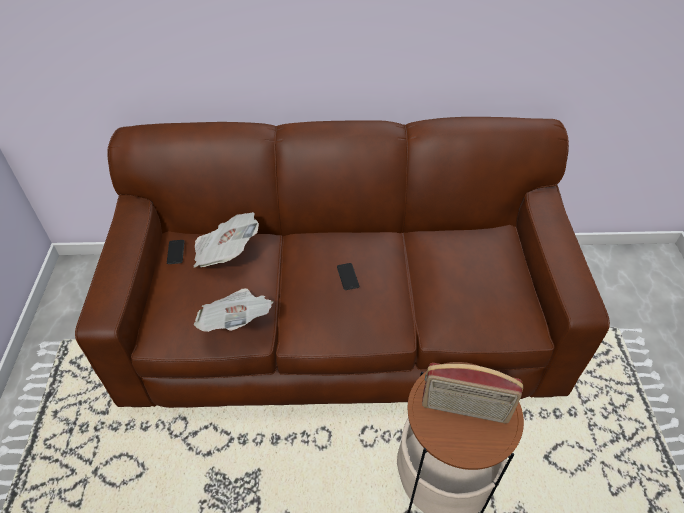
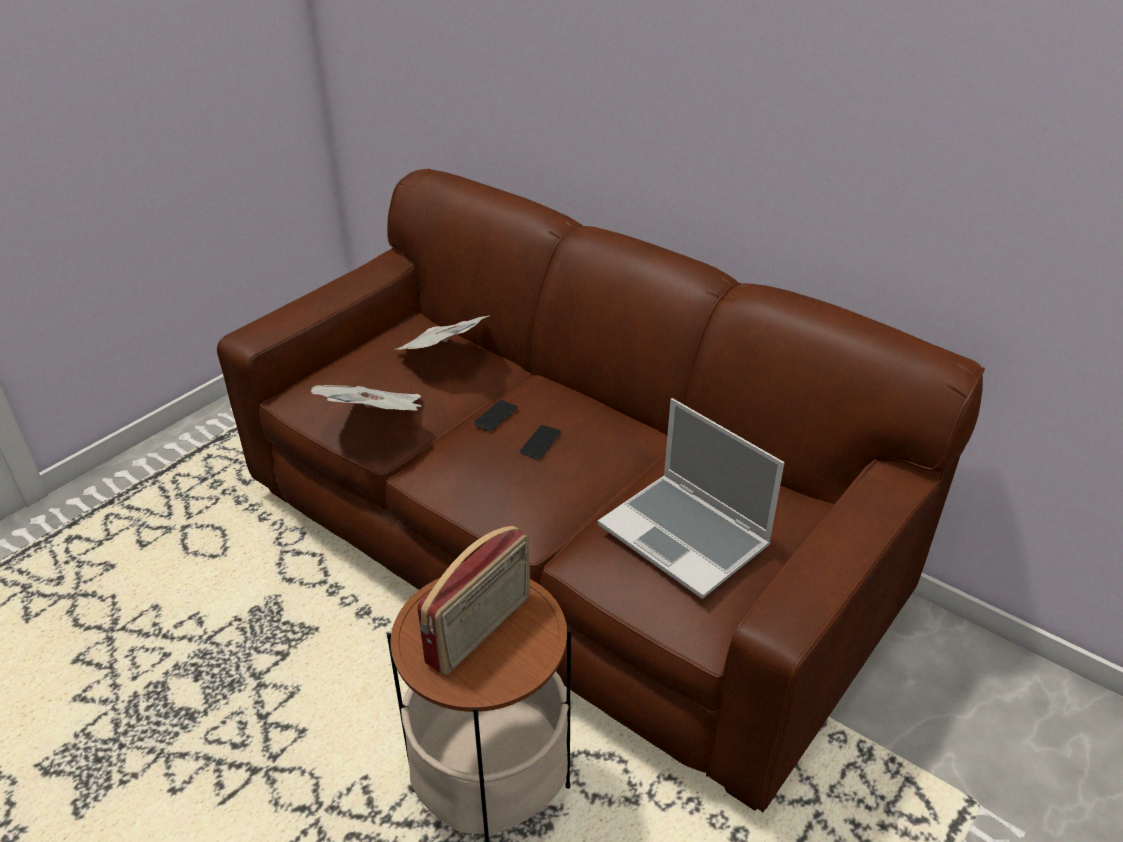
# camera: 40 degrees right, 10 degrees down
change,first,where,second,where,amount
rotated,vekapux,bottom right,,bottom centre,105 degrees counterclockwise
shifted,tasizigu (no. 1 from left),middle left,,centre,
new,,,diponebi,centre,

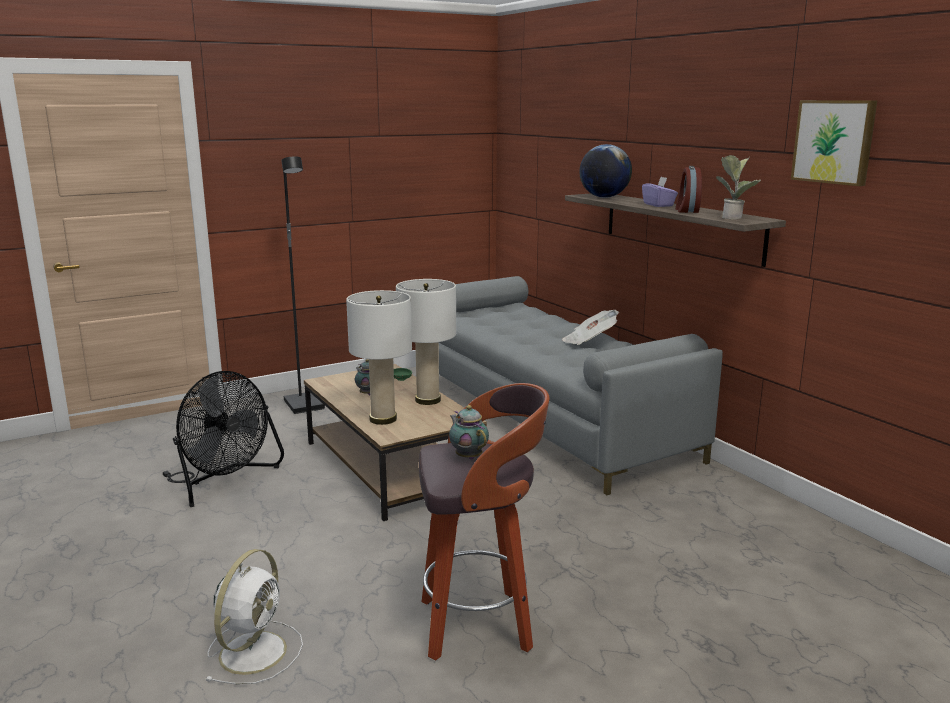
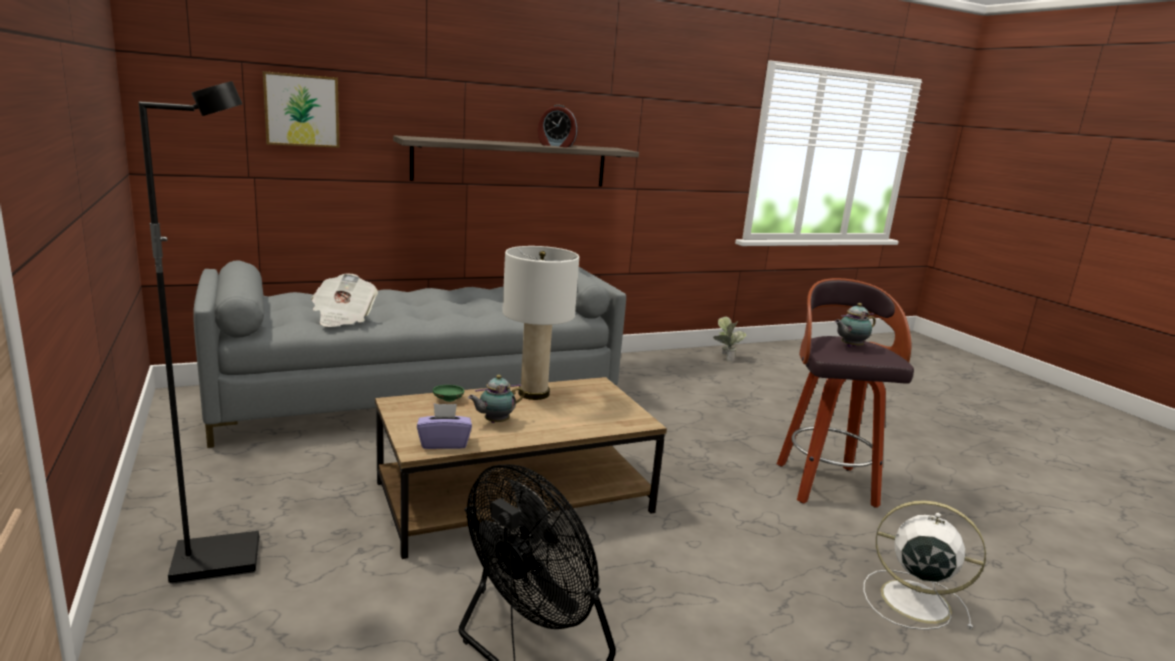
# camera: 85 degrees left, 0 degrees up
change,first,where,second,where,amount
shifted,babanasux,top right,,top left,
shifted,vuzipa,centre,,middle left,
shifted,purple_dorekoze,top right,,centre,
shifted,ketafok,top right,,centre,
gone,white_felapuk (no. 1 from left),centre,,,
gone,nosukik,top centre,,,

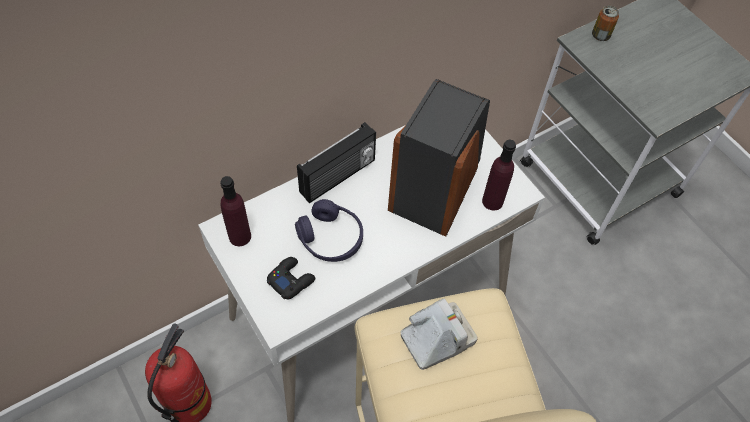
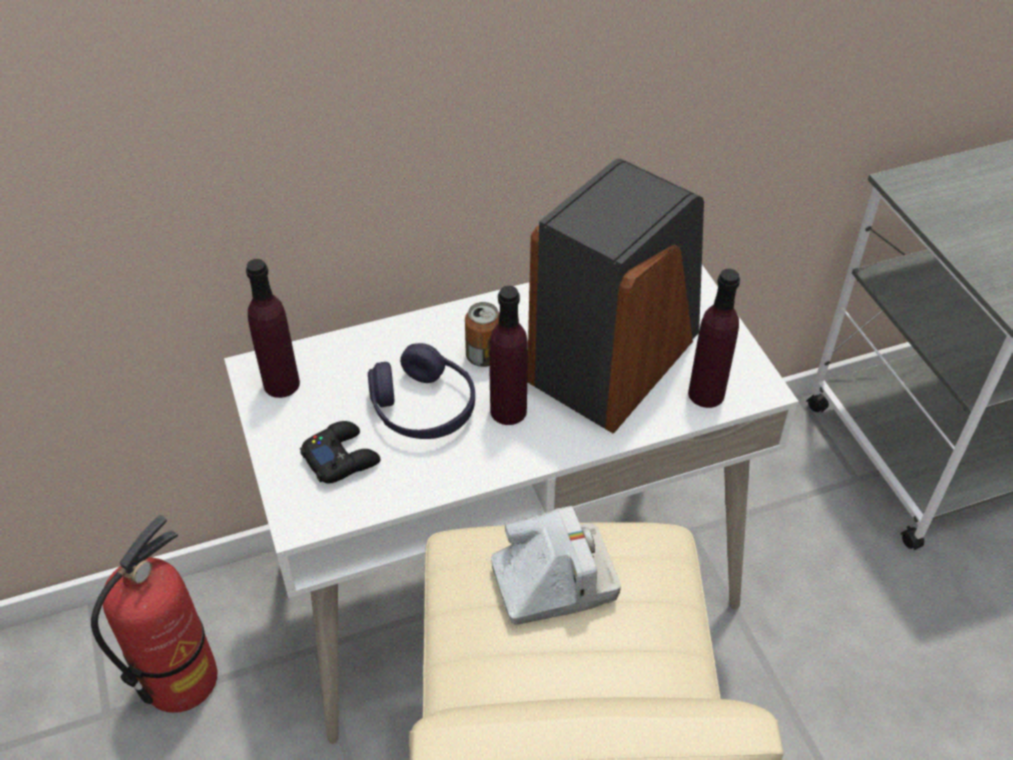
# camera: 15 degrees right, 10 degrees down
change,first,where,second,where,amount
shifted,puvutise,top right,,centre,
new,,,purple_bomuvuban (no. 2 from left),centre,
gone,vekapux,centre,,,

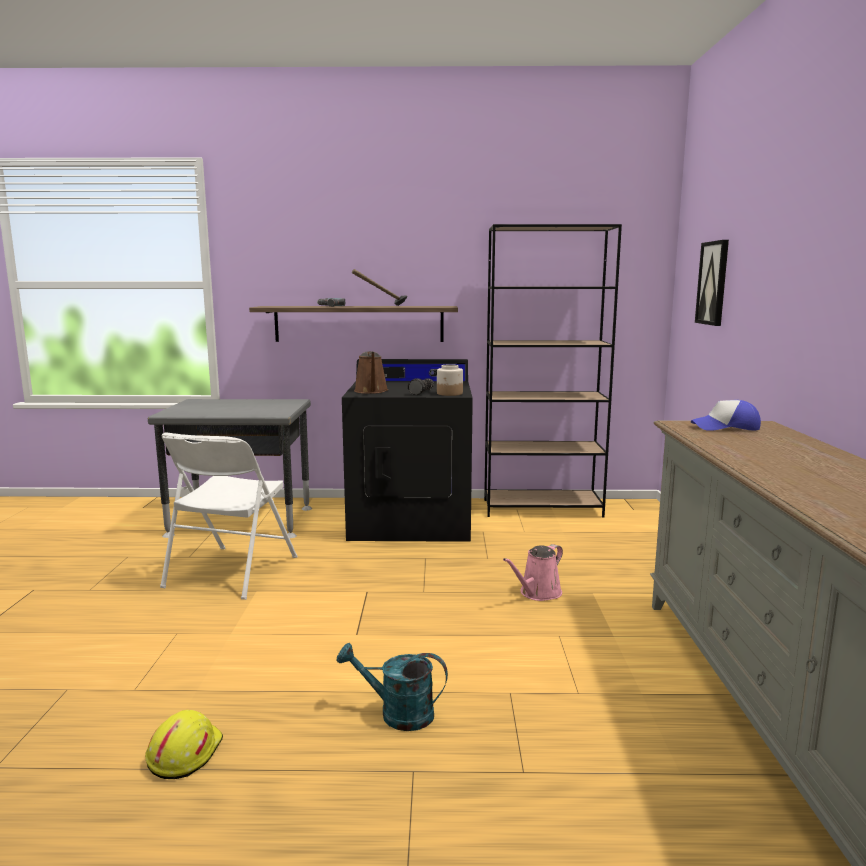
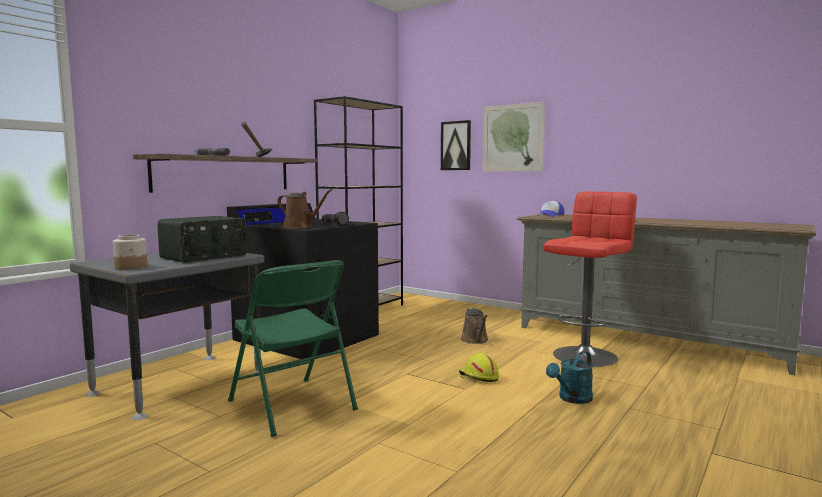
# camera: 55 degrees left, 5 degrees down
change,first,where,second,where,amount
shifted,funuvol,centre,,middle left,
new,,,vekapux,middle left,
repainted,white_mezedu,middle left,green_mezedu,bottom centre,
shifted,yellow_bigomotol,bottom left,,bottom centre,
repainted,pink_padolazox,centre,brown_padolazox (no. 2 from left),centre,
new,,,babanasux (no. 2 from left),top centre,
new,,,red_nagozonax,middle right,

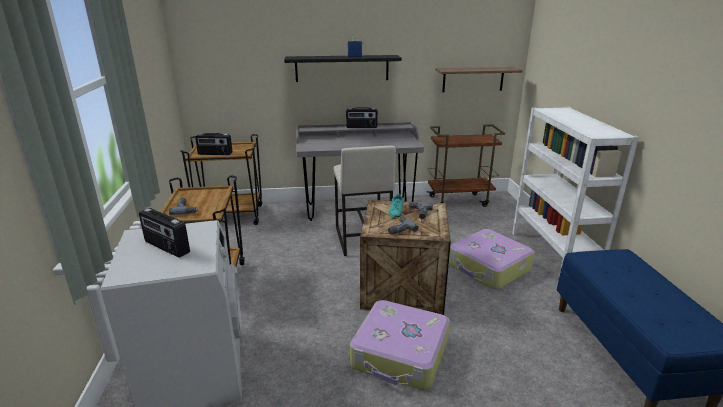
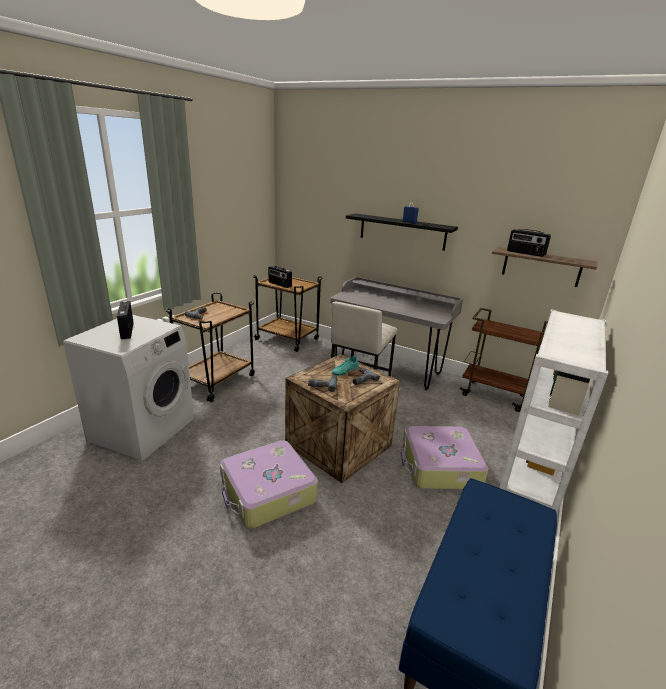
# camera: 35 degrees right, 0 degrees up
change,first,where,second,where,amount
shifted,vekapux (no. 3 from left),top centre,,middle right,

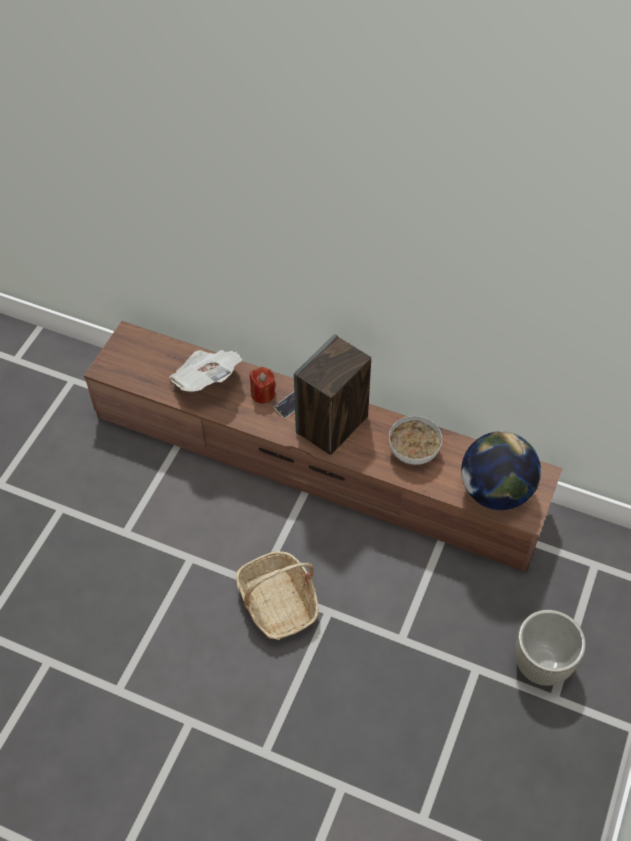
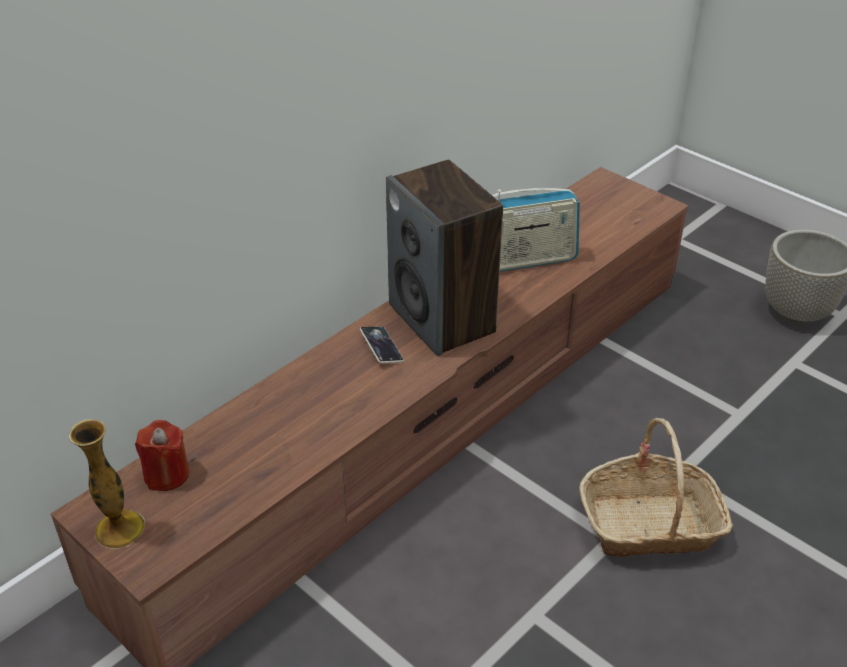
# camera: 70 degrees left, 15 degrees down
change,first,where,second,where,amount
new,,,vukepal,bottom left,
shifted,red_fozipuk,centre,,bottom left,
swapped,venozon,centre,vekapux,centre,
gone,vuzipa,middle left,,,
gone,nosukik,middle right,,,

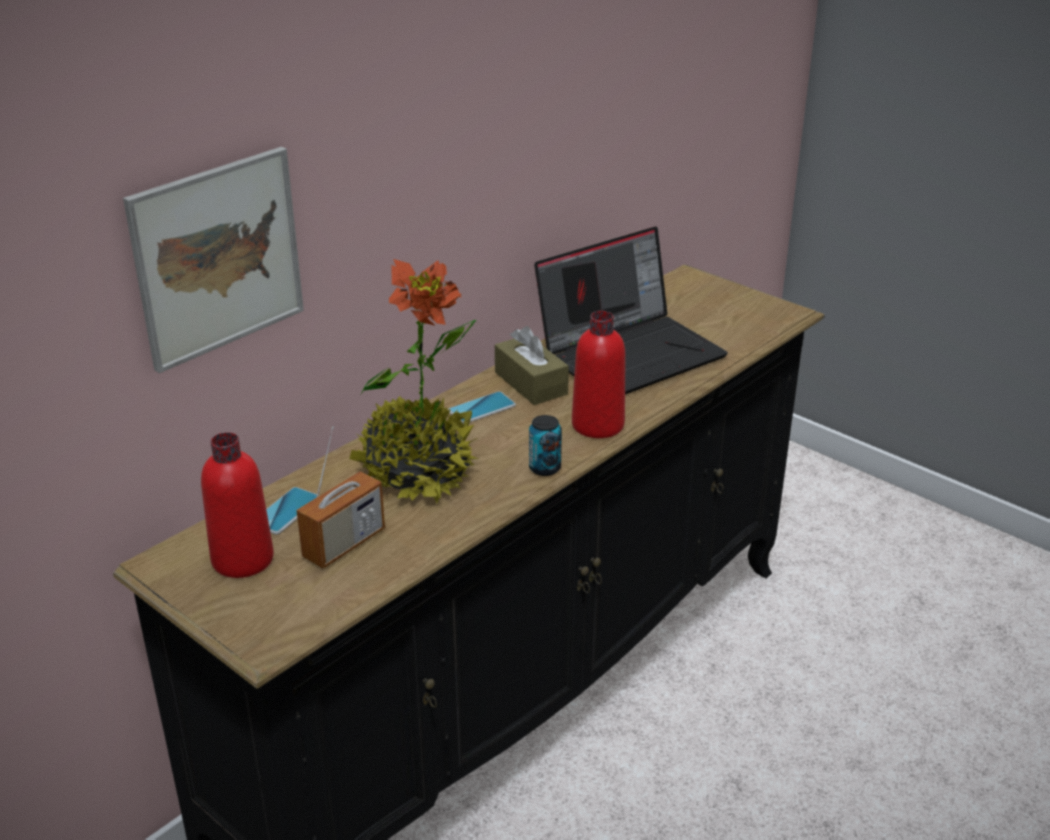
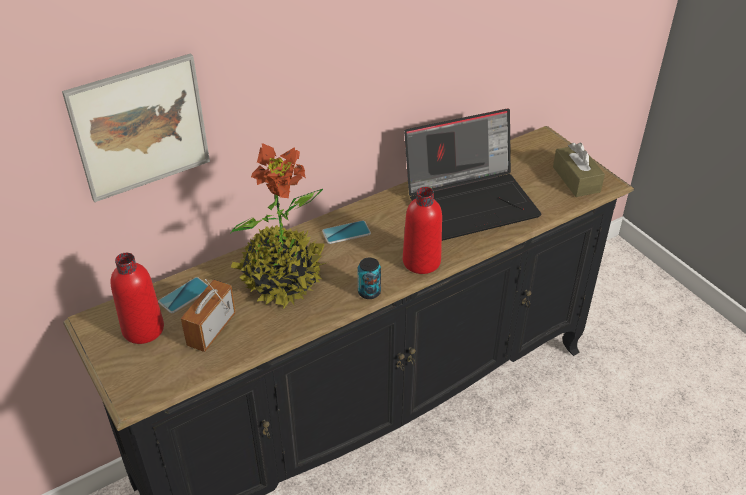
# camera: 15 degrees right, 10 degrees up
change,first,where,second,where,amount
rotated,vekapux,middle left,,middle left,150 degrees clockwise
shifted,brown_dorekoze,centre,,middle right,

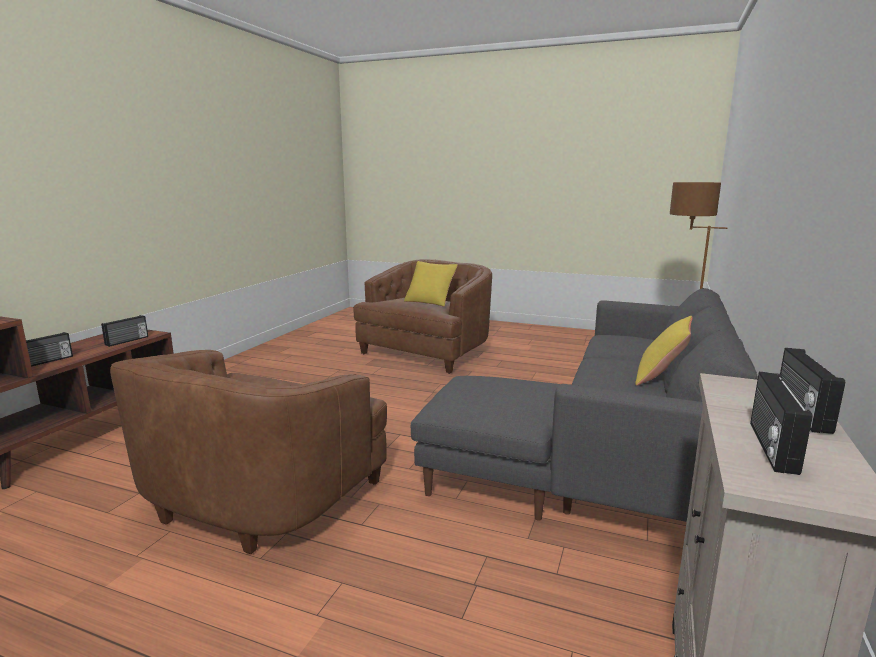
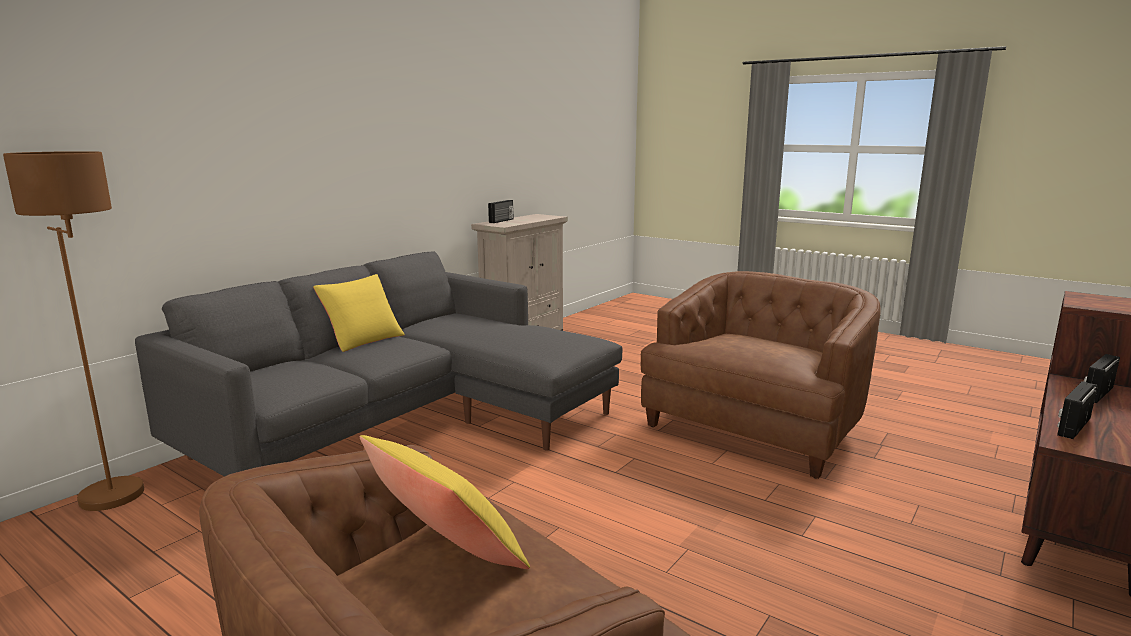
# camera: 165 degrees left, 0 degrees up
change,first,where,second,where,amount
gone,vekapux (no. 3 from left),middle right,,,

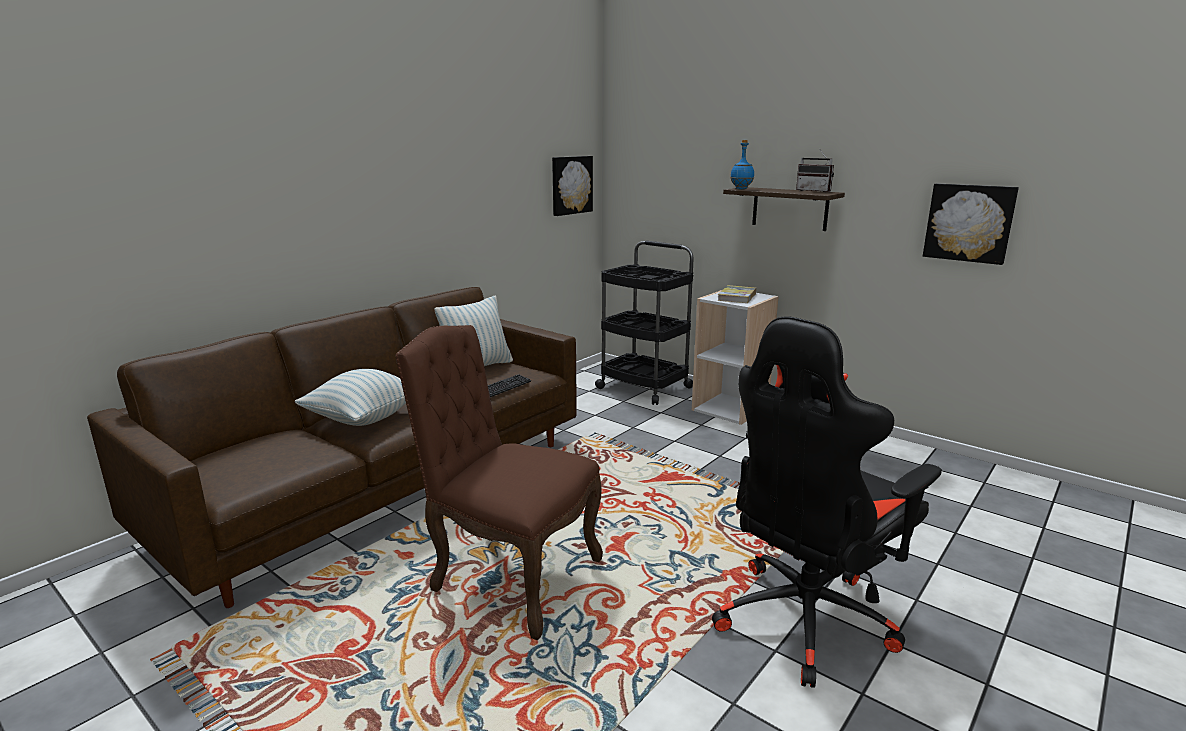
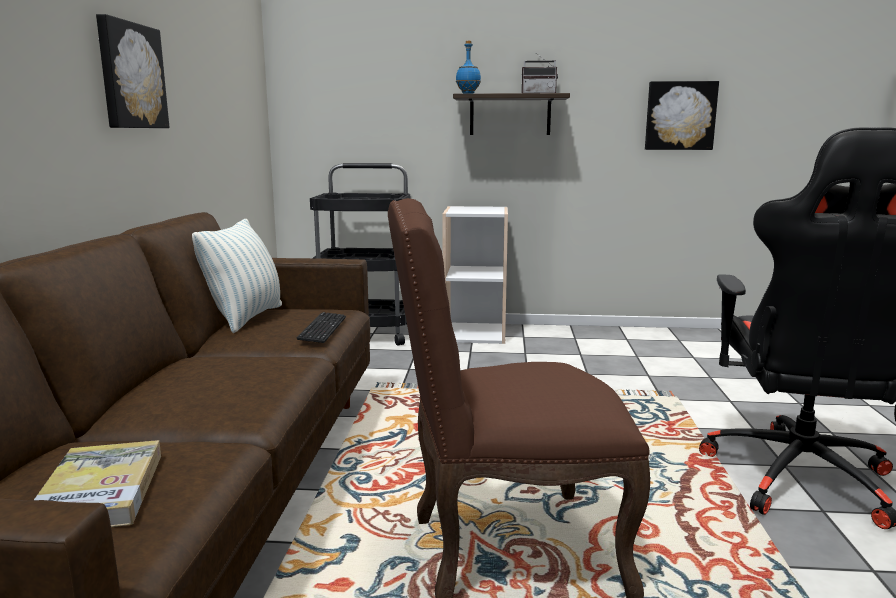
# camera: 35 degrees left, 5 degrees down
change,first,where,second,where,amount
shifted,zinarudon,centre,,bottom left,
shifted,babanasux (no. 1 from left),top centre,,top left,
gone,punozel (no. 1 from left),middle left,,,

